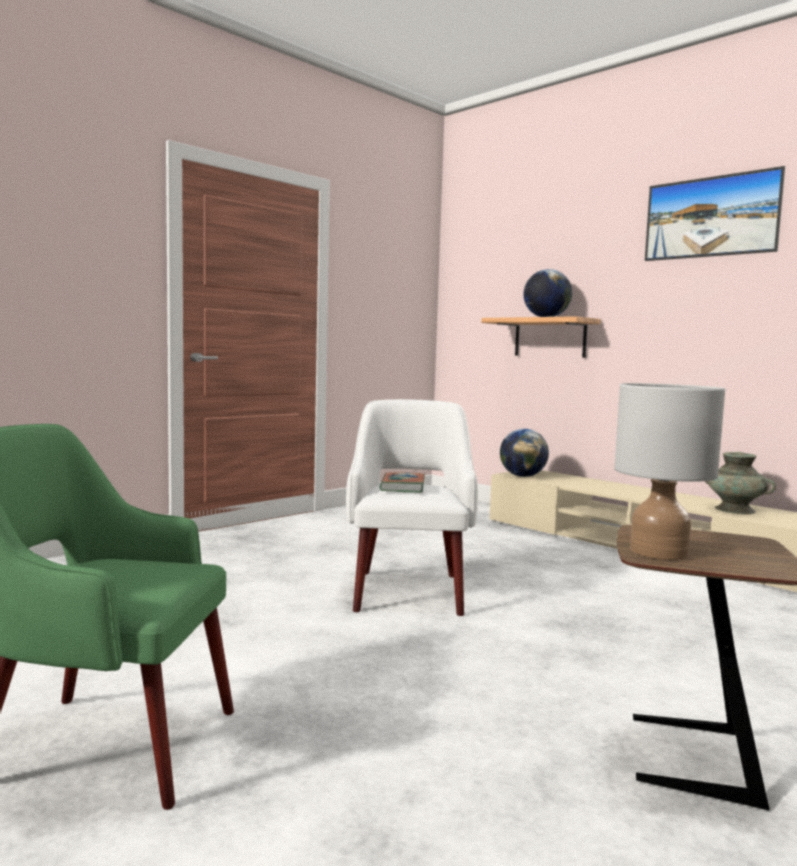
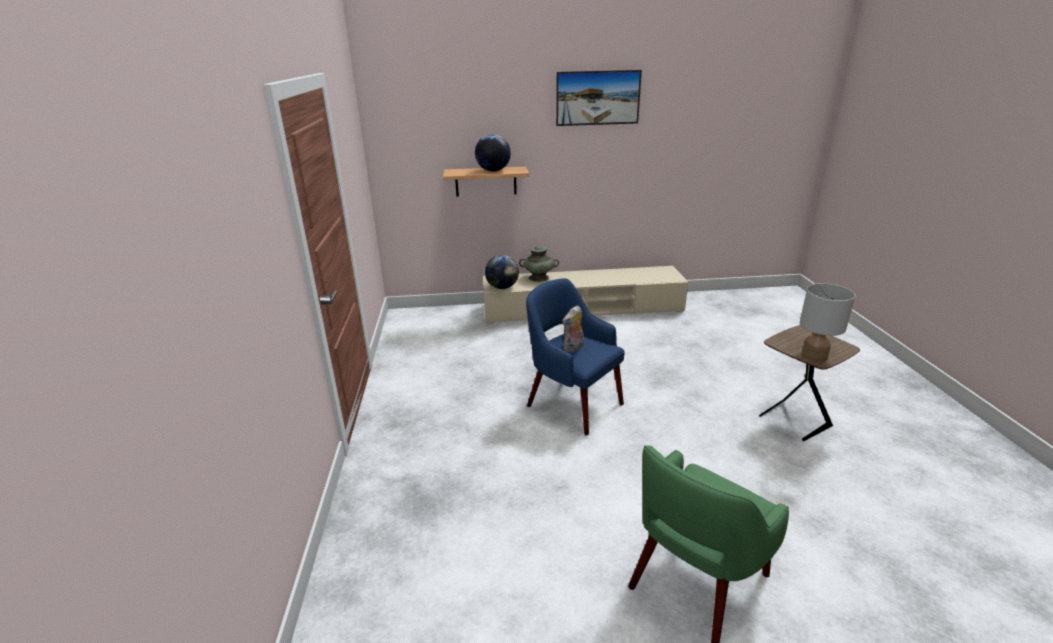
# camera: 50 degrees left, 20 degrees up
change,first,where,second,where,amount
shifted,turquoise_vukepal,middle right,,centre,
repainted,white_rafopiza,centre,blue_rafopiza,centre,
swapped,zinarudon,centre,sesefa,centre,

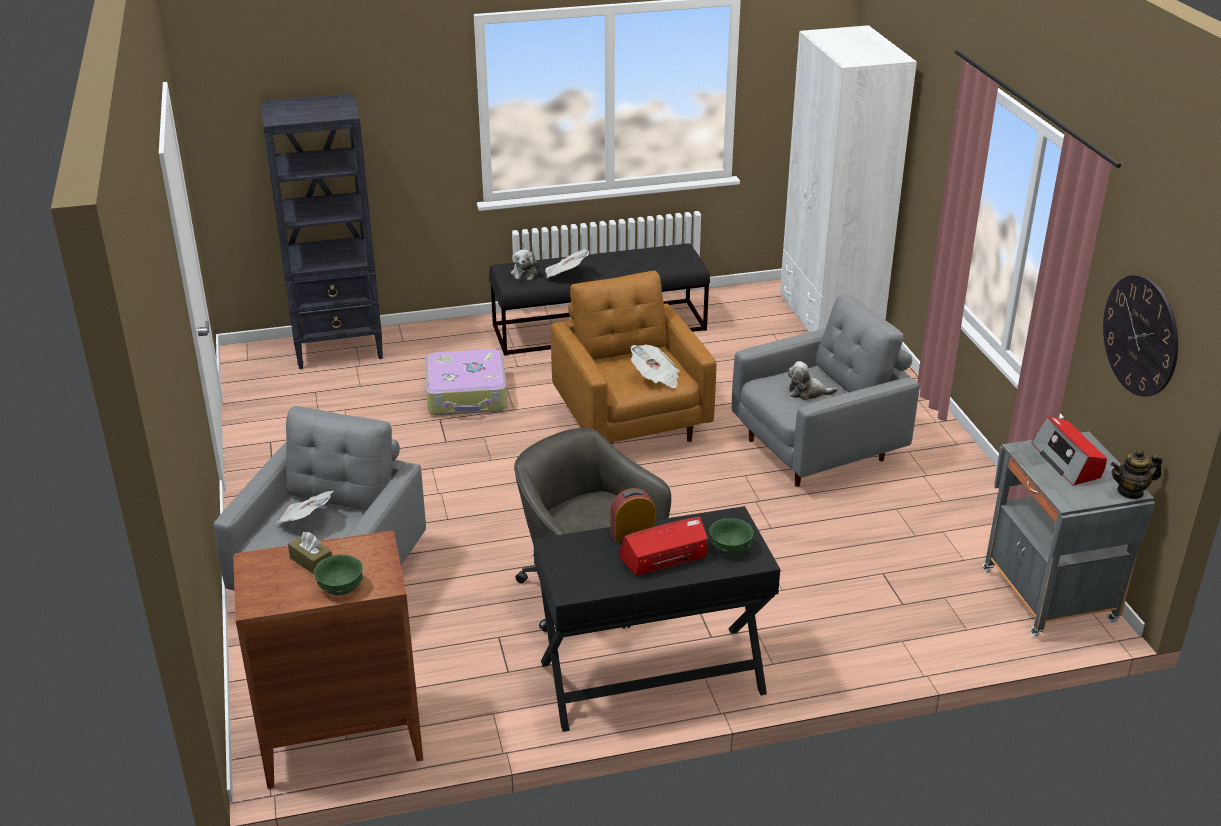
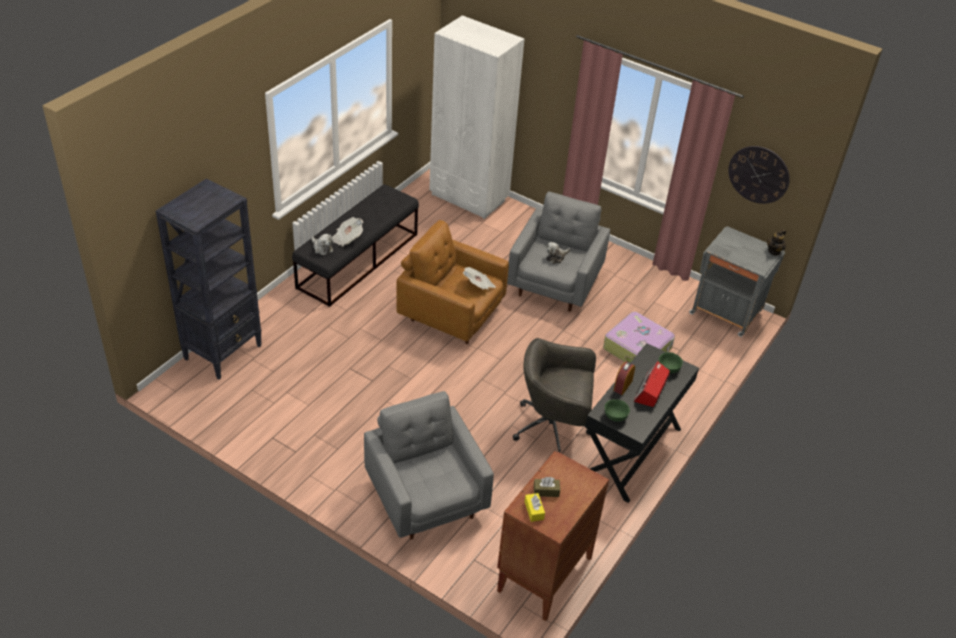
# camera: 45 degrees left, 10 degrees up
change,first,where,second,where,amount
new,,,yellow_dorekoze,bottom centre,
shifted,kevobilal,centre,,middle right,
shifted,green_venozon (no. 1 from left),bottom left,,centre,
gone,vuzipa (no. 1 from left),middle left,,,
gone,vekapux (no. 2 from left),middle right,,,

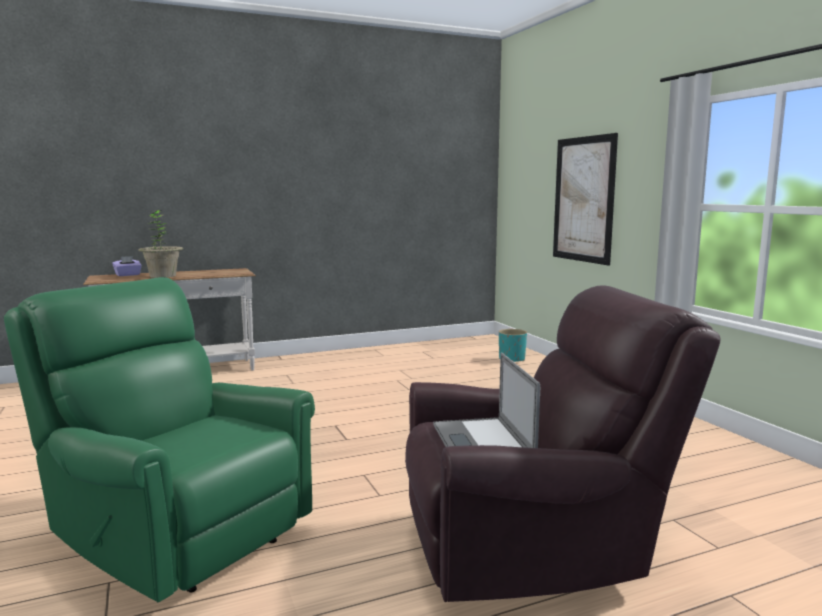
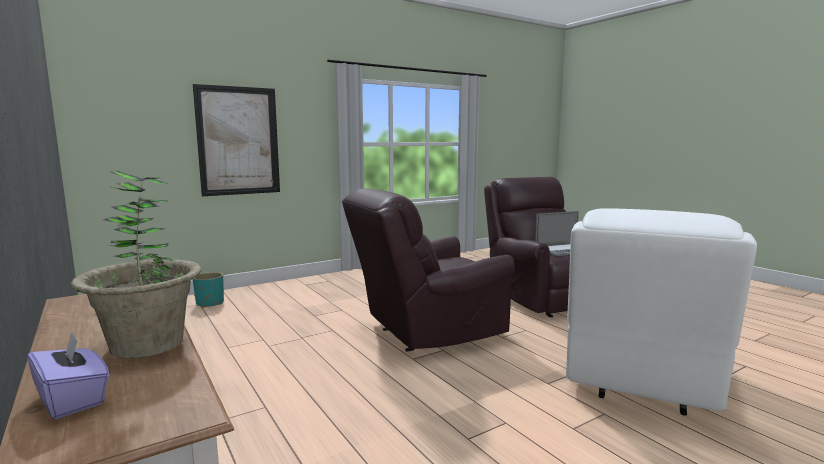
# camera: 100 degrees left, 0 degrees up
change,first,where,second,where,amount
new,,,brown_rafopiza (no. 1 from left),centre,
repainted,green_rafopiza,bottom left,white_rafopiza,bottom right,

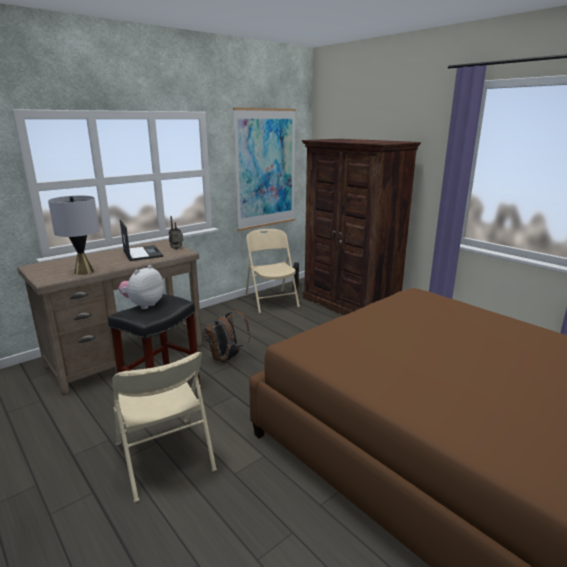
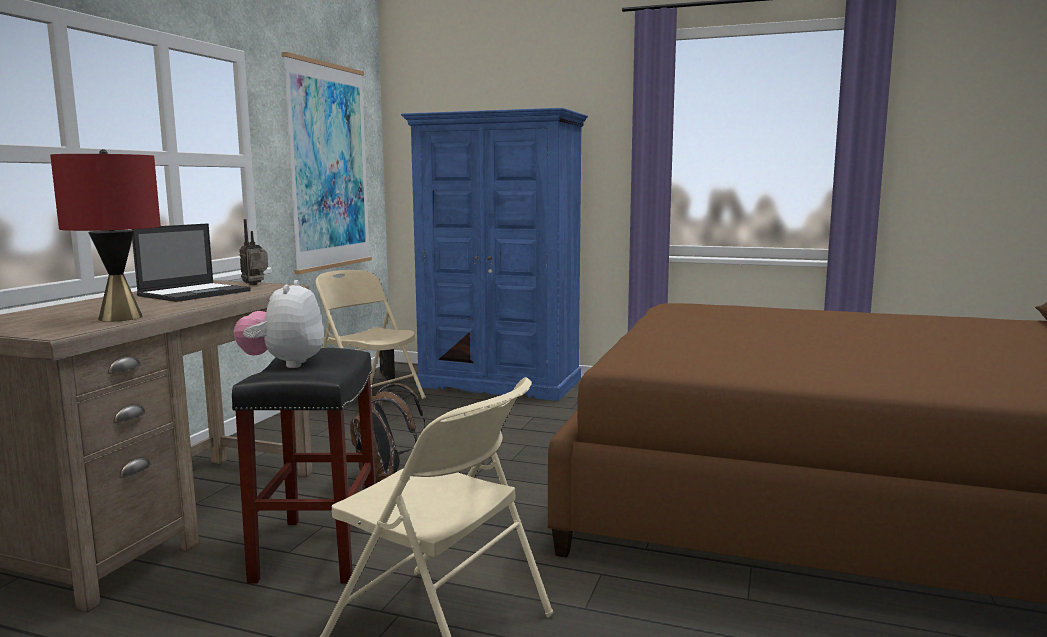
# camera: 30 degrees left, 10 degrees down
change,first,where,second,where,amount
repainted,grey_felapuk,middle left,red_felapuk,middle left,
rotated,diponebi,middle left,,middle left,90 degrees clockwise
repainted,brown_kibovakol,centre,blue_kibovakol,centre,

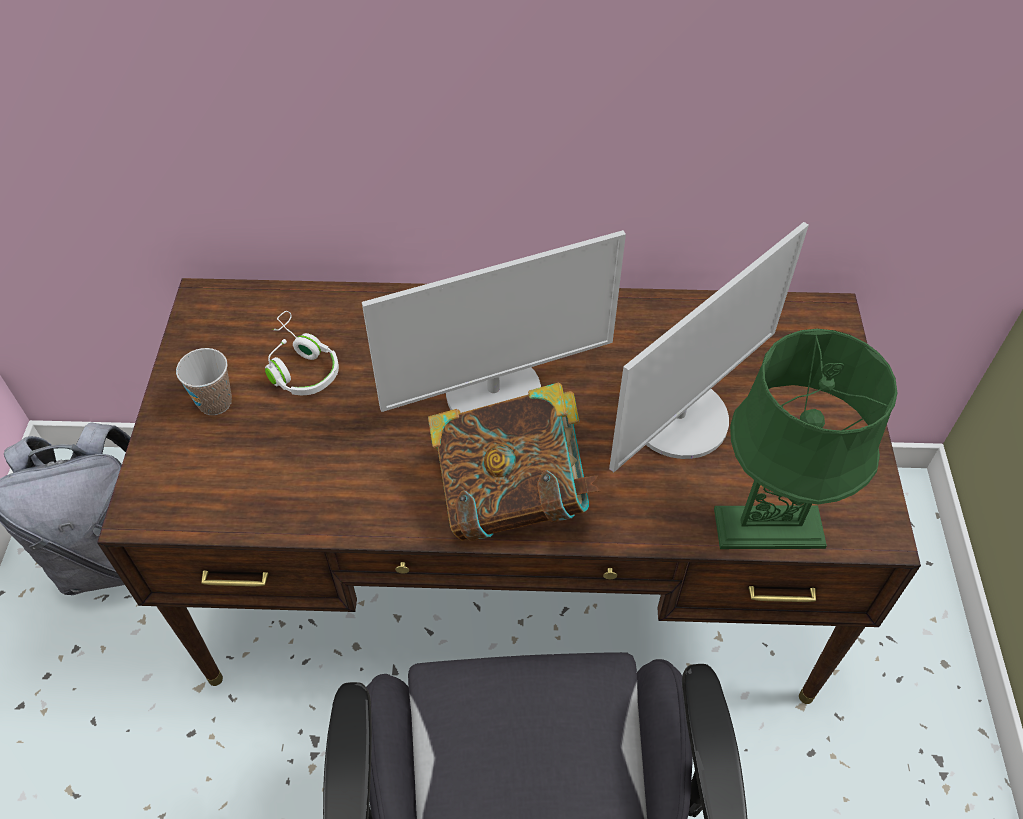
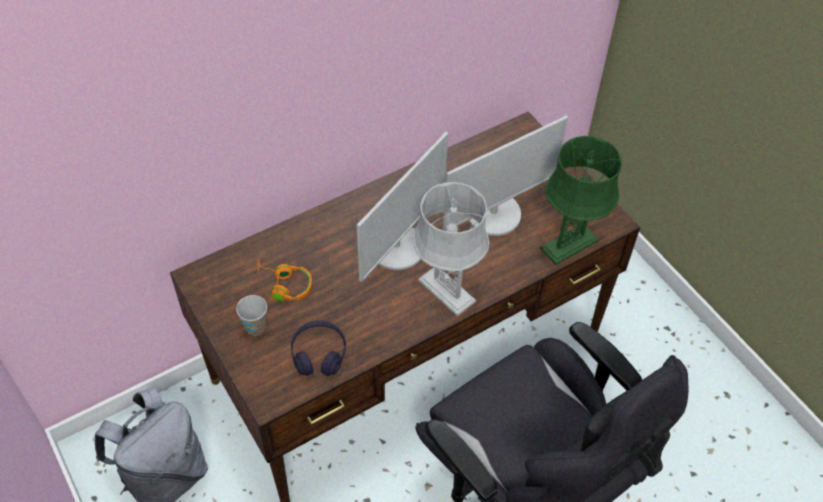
# camera: 35 degrees left, 0 degrees up
change,first,where,second,where,amount
repainted,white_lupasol,middle left,orange_lupasol,centre,
new,,,purple_lupasol,bottom centre,
swapped,zinarudon,centre,grey_felapuk,centre,
rotated,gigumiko (no. 2 from left),middle right,,centre,45 degrees clockwise

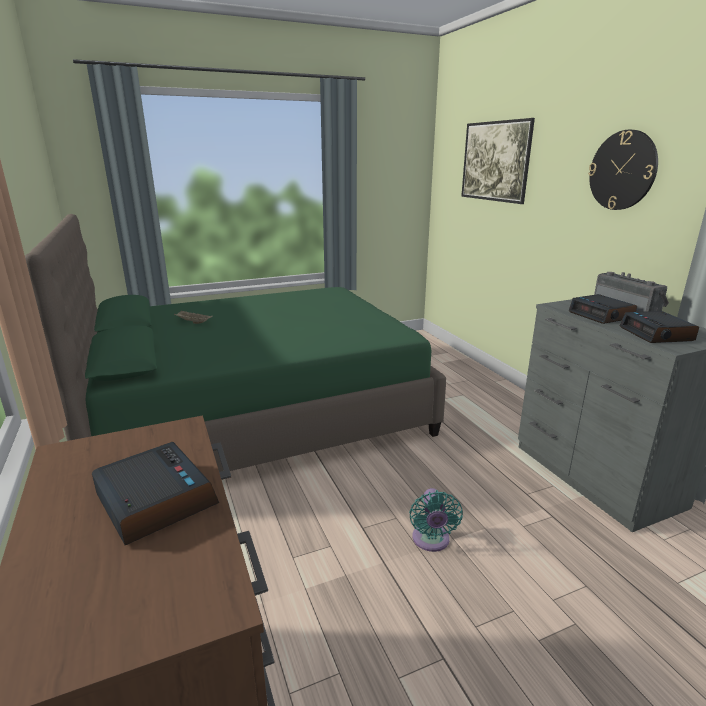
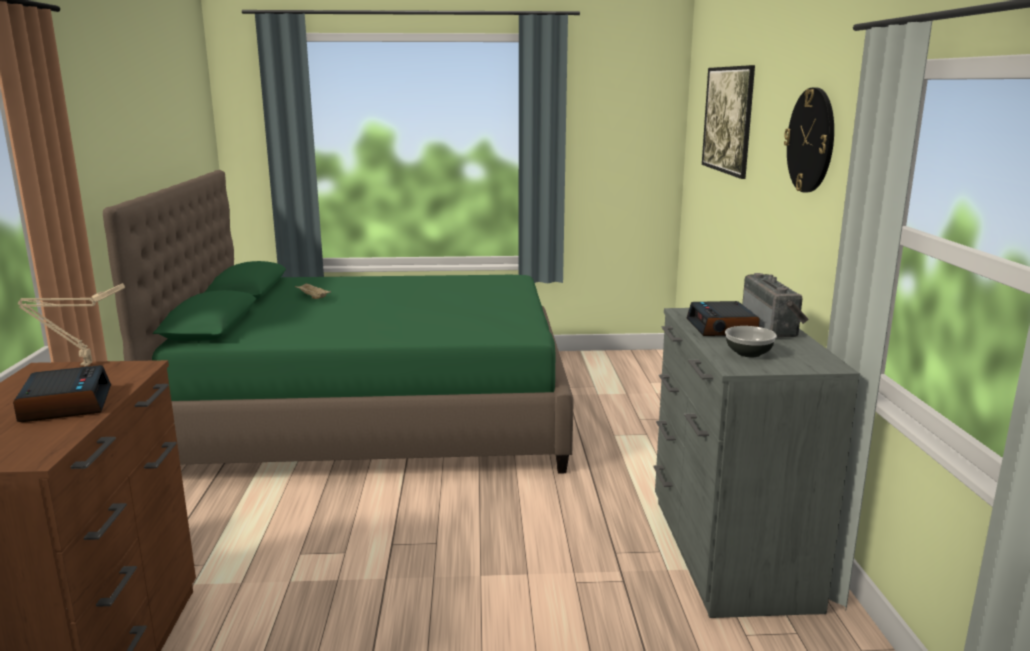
# camera: 20 degrees right, 5 degrees down
change,first,where,second,where,amount
new,,,beige_felapuk,middle left,
swapped,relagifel (no. 3 from left),middle right,venozon,middle right,
gone,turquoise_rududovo,bottom centre,,,

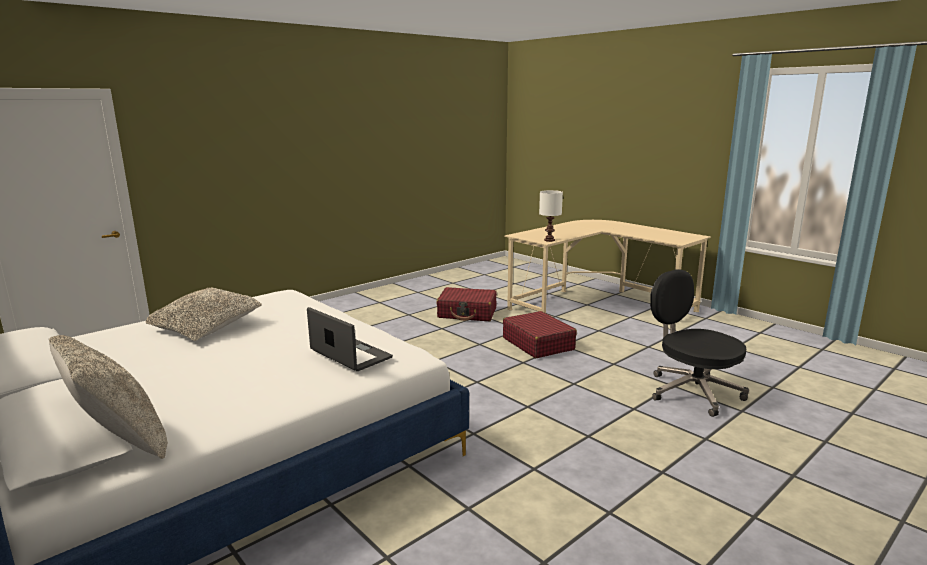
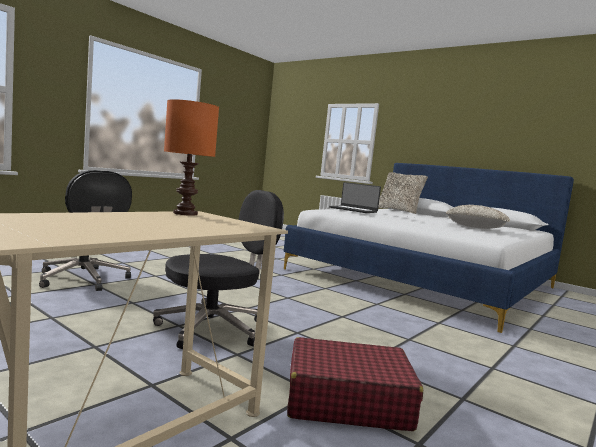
# camera: 170 degrees right, 10 degrees down
change,first,where,second,where,amount
swapped,red_kevobilal (no. 2 from left),centre,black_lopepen (no. 2 from left),centre,
repainted,white_felapuk,centre,orange_felapuk,middle left,

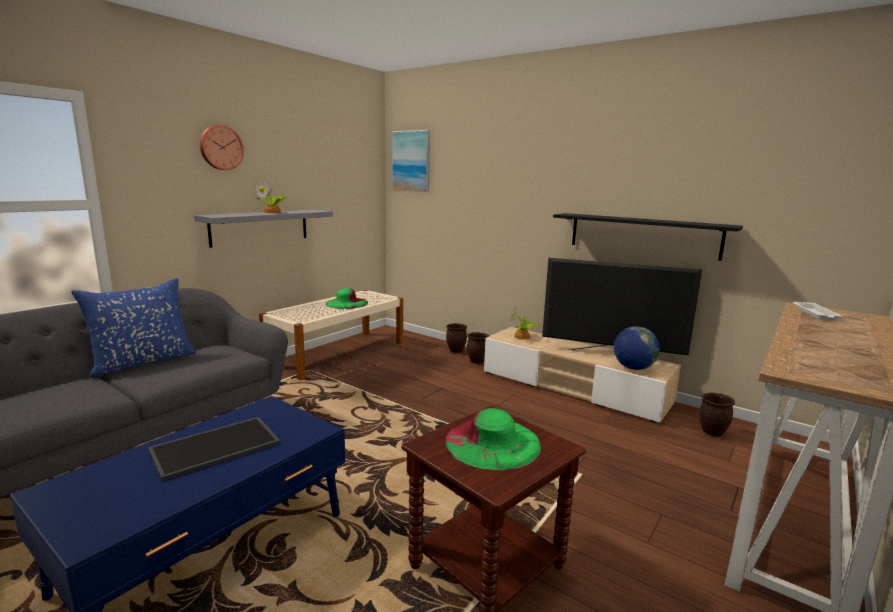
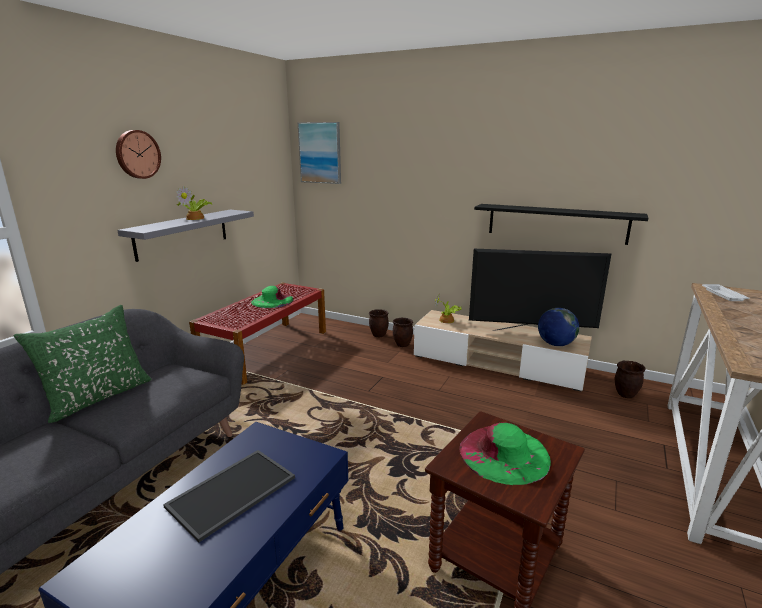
# camera: 10 degrees left, 5 degrees up
change,first,where,second,where,amount
repainted,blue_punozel,middle left,green_punozel,middle left,
repainted,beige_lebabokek,centre,red_lebabokek,centre,

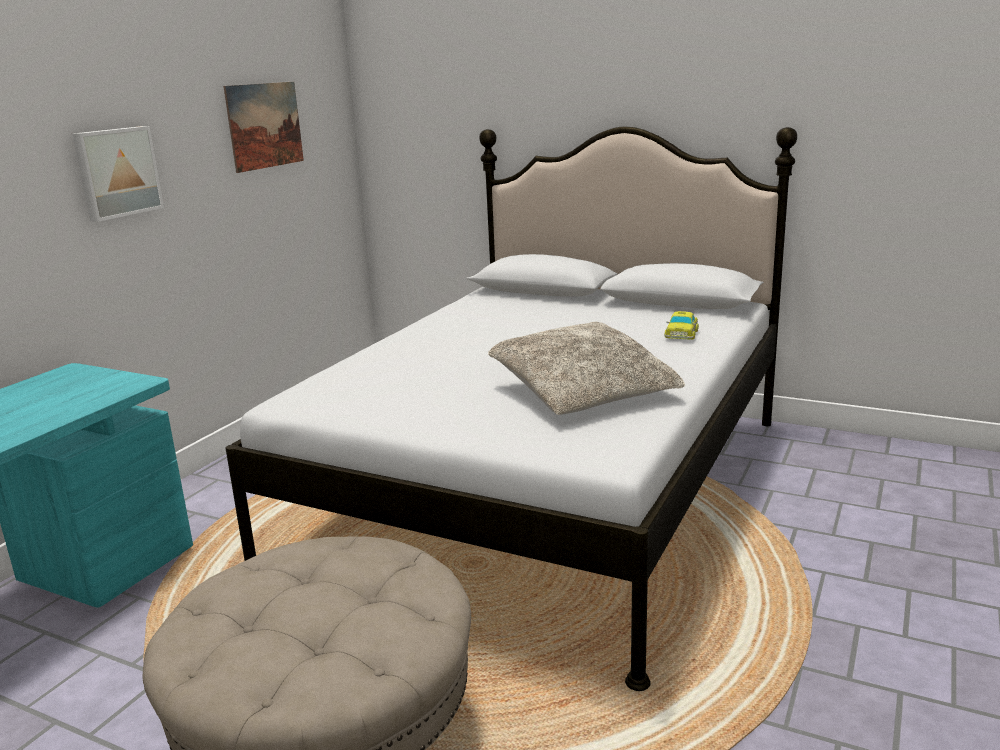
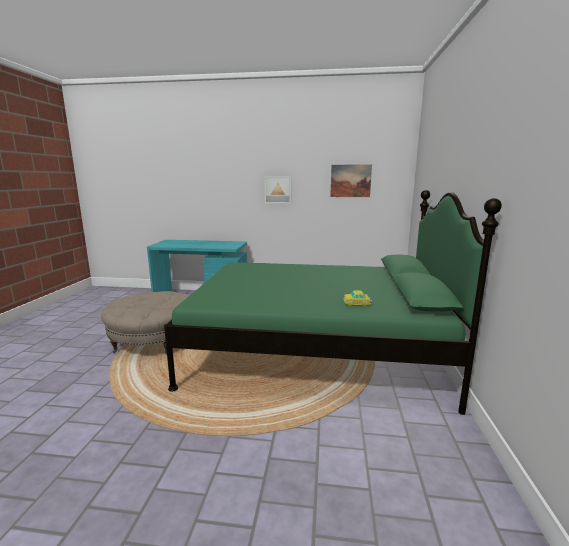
# camera: 70 degrees right, 5 degrees down
change,first,where,second,where,amount
repainted,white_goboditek,centre,green_goboditek,centre,
gone,beige_punozel,centre,,,

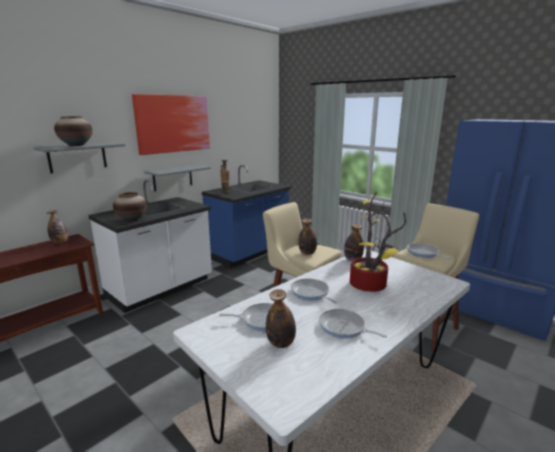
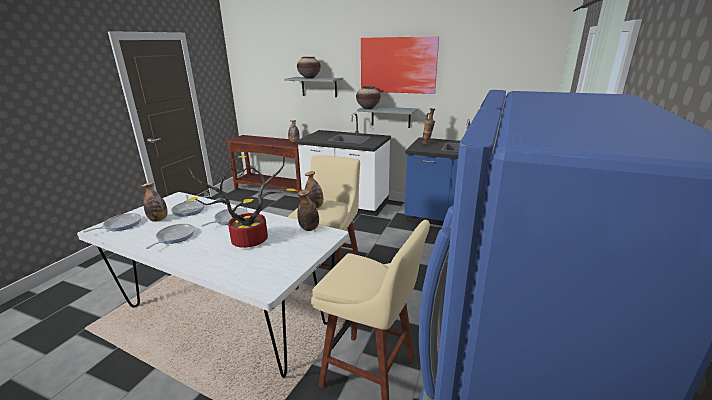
# camera: 70 degrees right, 5 degrees up
change,first,where,second,where,amount
shifted,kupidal (no. 4 from left in the first image),middle right,kupidal (no. 1 from left),middle left,
shifted,vukepal (no. 2 from left),middle left,,top centre,

